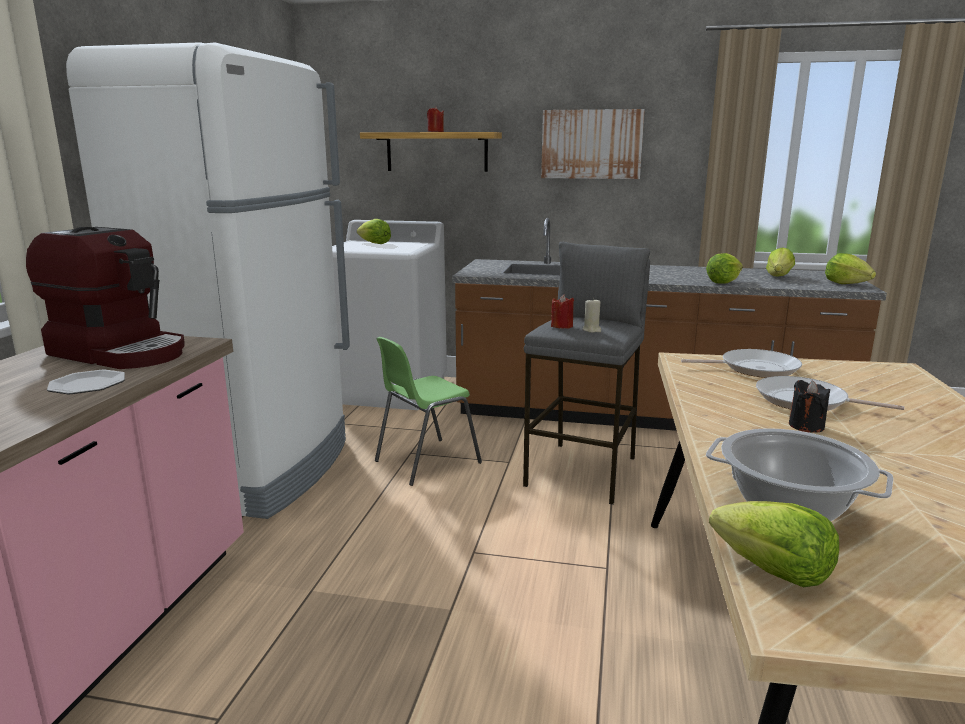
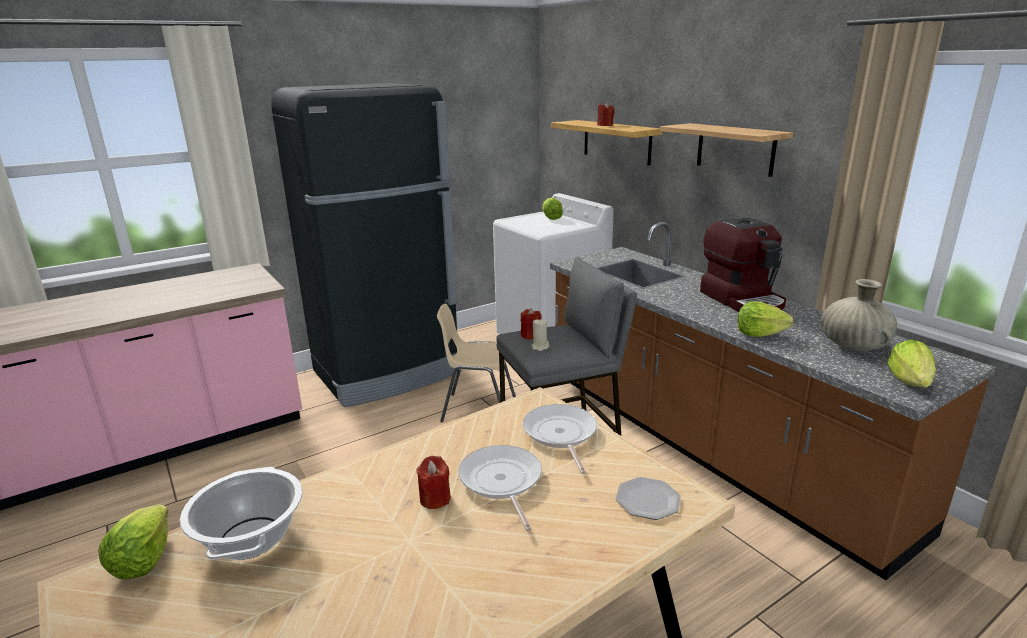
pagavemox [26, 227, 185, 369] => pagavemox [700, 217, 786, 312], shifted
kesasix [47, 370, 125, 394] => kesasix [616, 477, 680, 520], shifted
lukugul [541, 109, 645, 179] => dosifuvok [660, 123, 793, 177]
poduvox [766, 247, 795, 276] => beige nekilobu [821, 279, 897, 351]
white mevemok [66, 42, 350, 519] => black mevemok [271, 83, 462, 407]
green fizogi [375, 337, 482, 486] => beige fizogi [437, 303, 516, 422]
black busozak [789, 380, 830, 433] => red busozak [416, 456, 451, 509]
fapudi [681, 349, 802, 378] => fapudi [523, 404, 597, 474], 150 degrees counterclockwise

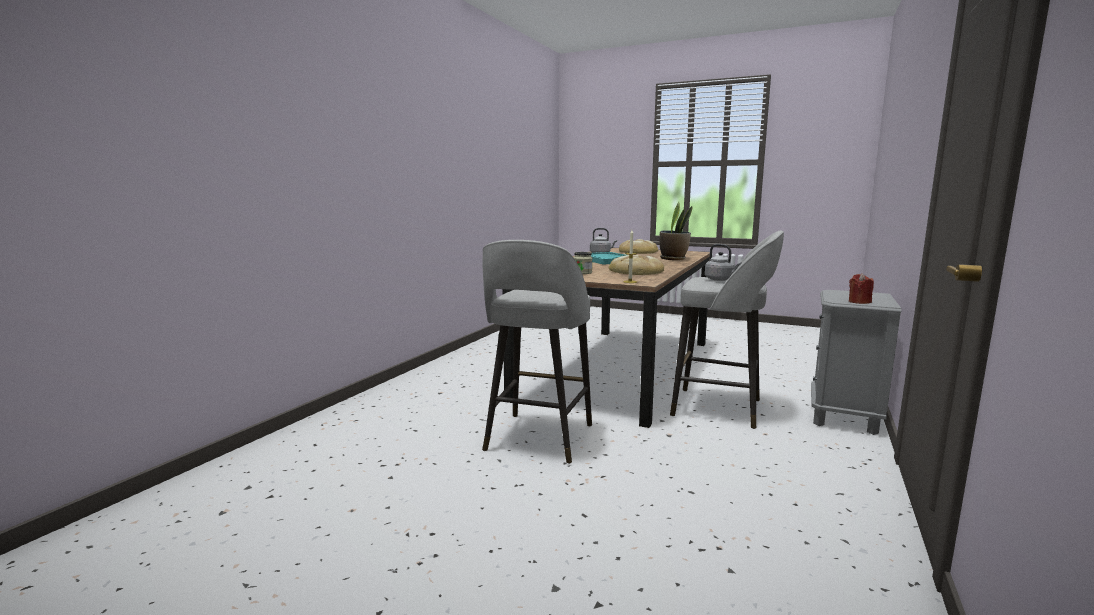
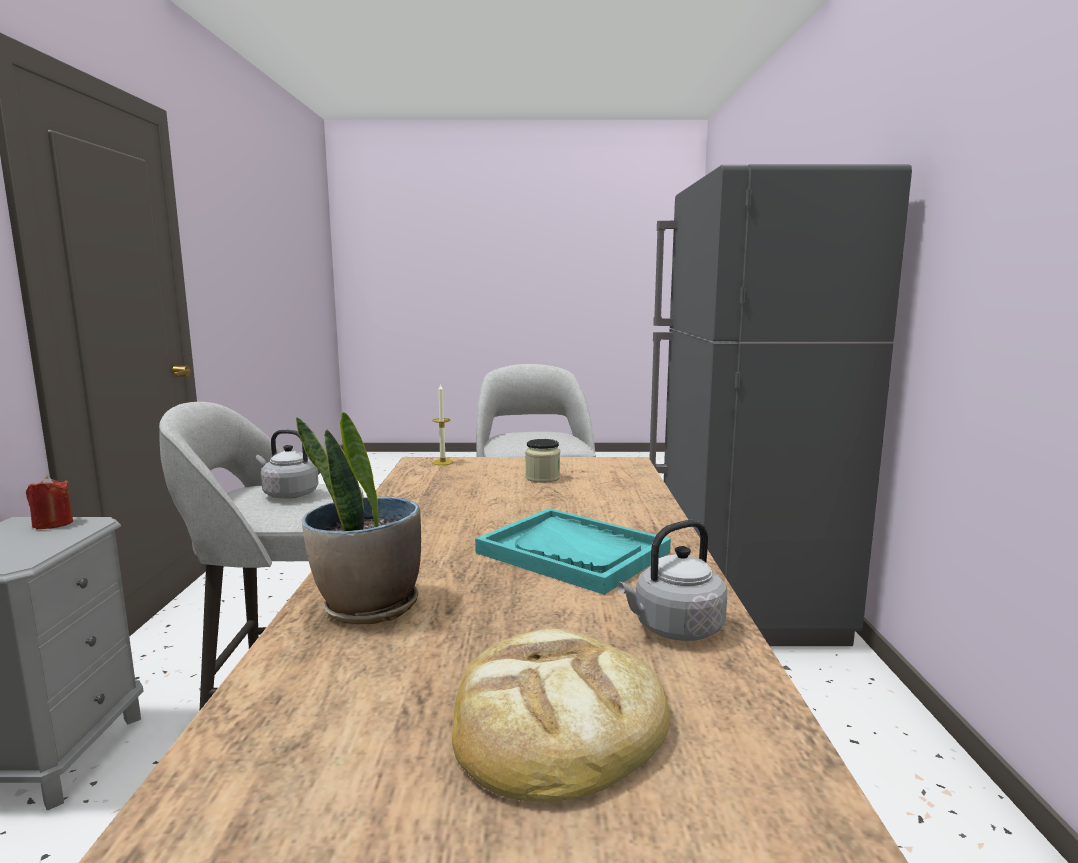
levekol [609, 255, 664, 275] => nothing
nothing => grey mevemok [649, 164, 912, 646]

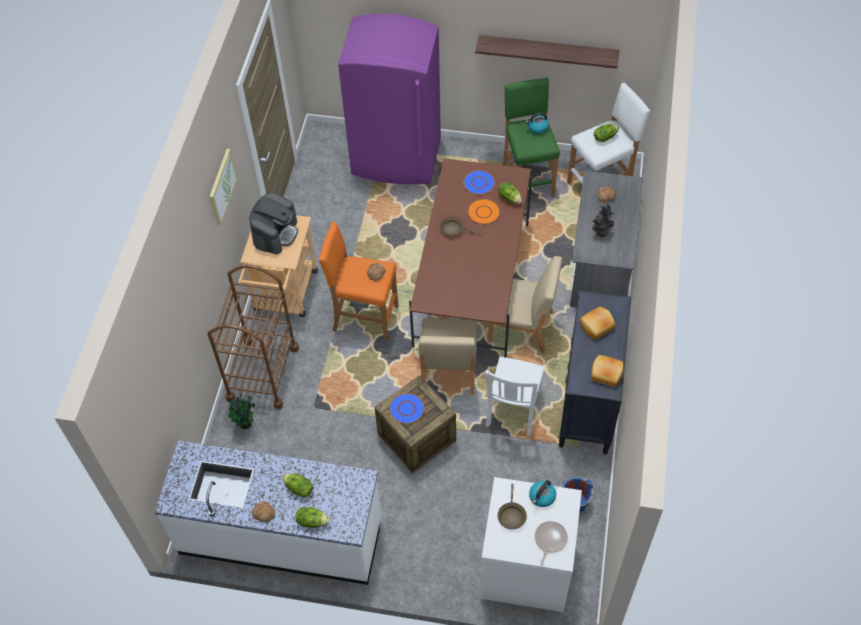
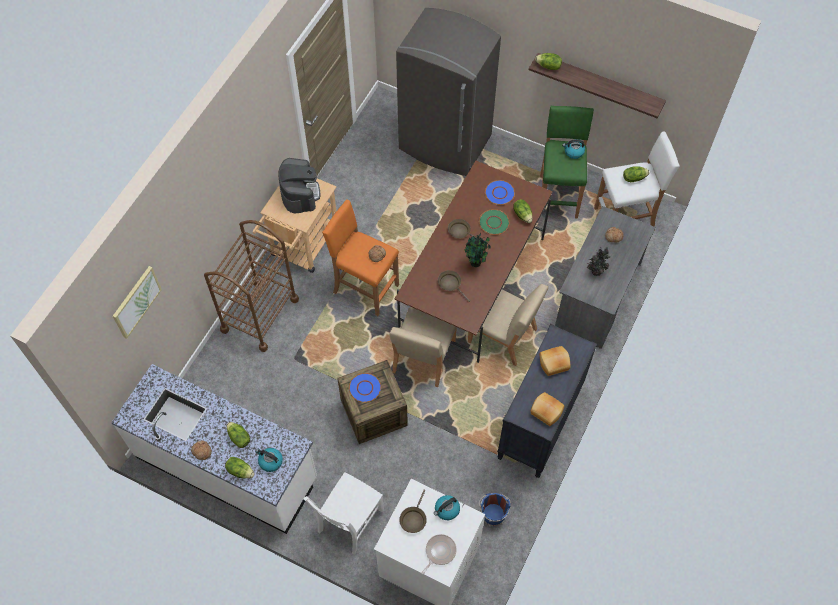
nothing => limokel [255, 448, 283, 472]
nothing => brown fapudi [438, 270, 470, 302]
nothing => poduvox [535, 53, 562, 70]
lukugul [209, 149, 237, 226] => lukugul [113, 266, 162, 339], shifted
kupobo [228, 394, 255, 429] => kupobo [465, 233, 491, 267], shifted
white fizogi [485, 357, 544, 436] => white fizogi [303, 472, 384, 554], shifted
purple mevemok [338, 14, 441, 184] => grey mevemok [396, 8, 501, 176]
orange kesasix [468, 199, 500, 224] => green kesasix [479, 209, 509, 235]
pagavemox [249, 192, 298, 254] => pagavemox [278, 158, 320, 213], 45 degrees counterclockwise

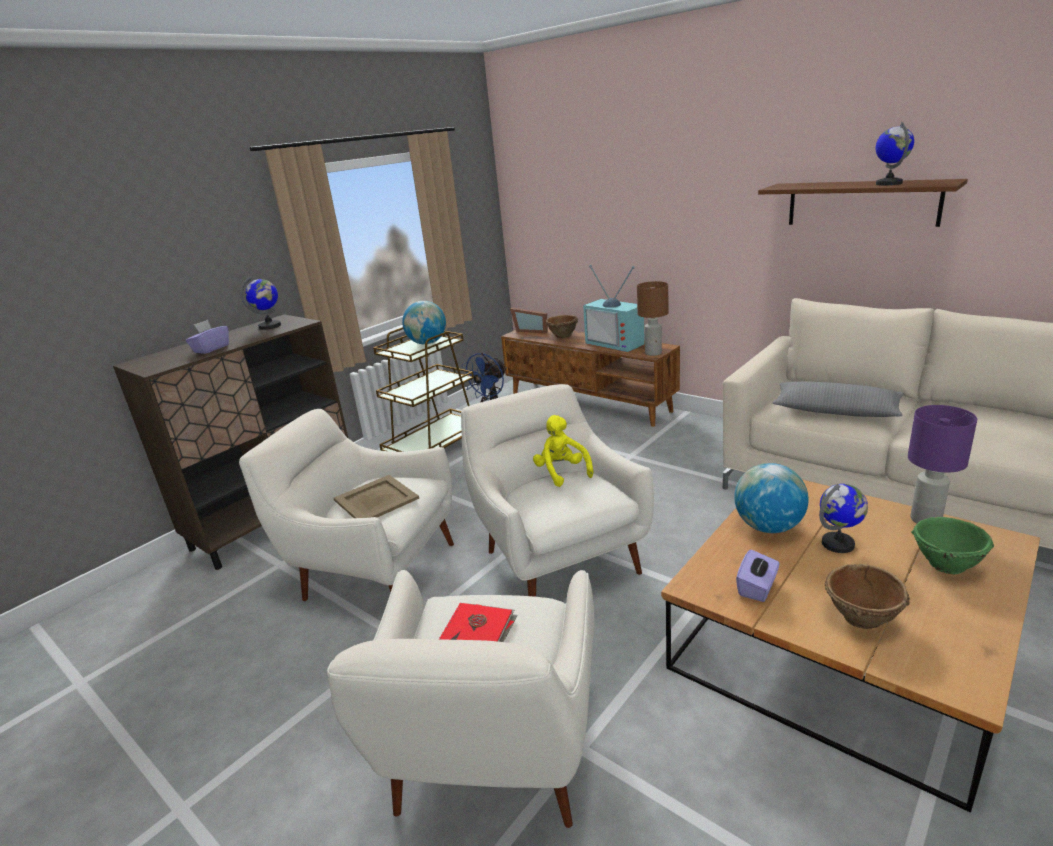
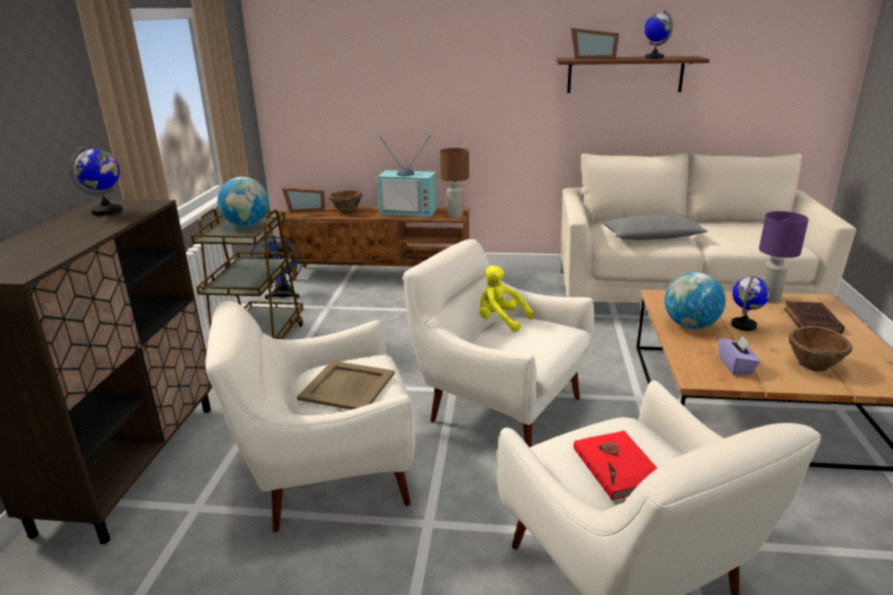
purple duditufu [186, 320, 229, 354] => nothing
nothing => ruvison [571, 28, 619, 59]
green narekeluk [911, 517, 994, 574] => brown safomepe [783, 301, 845, 334]

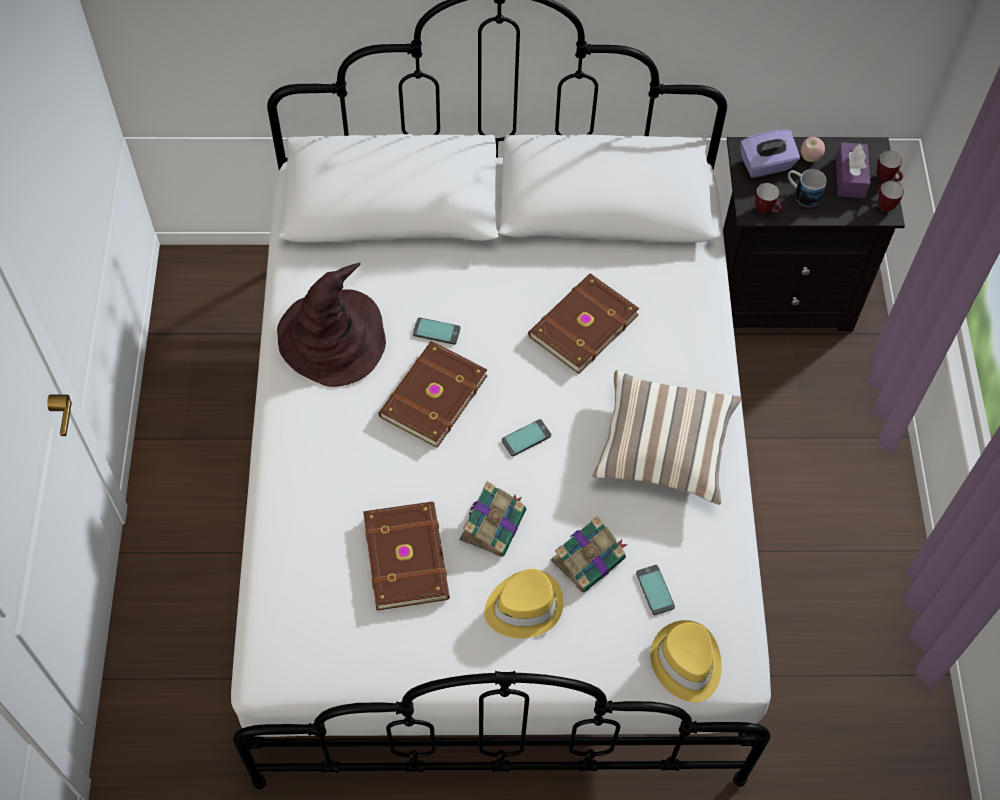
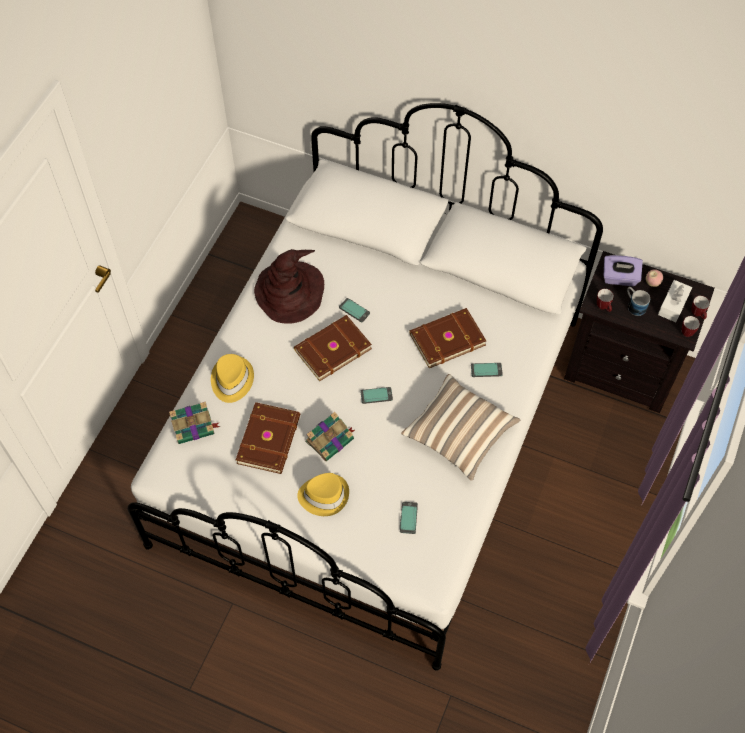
nothing => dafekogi [471, 363, 503, 377]
safomepe [551, 516, 627, 593] => safomepe [169, 401, 220, 444], shifted
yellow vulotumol [650, 620, 722, 702] => yellow vulotumol [211, 354, 254, 403], shifted
purple duditufu [836, 142, 870, 198] => white duditufu [658, 280, 692, 322]

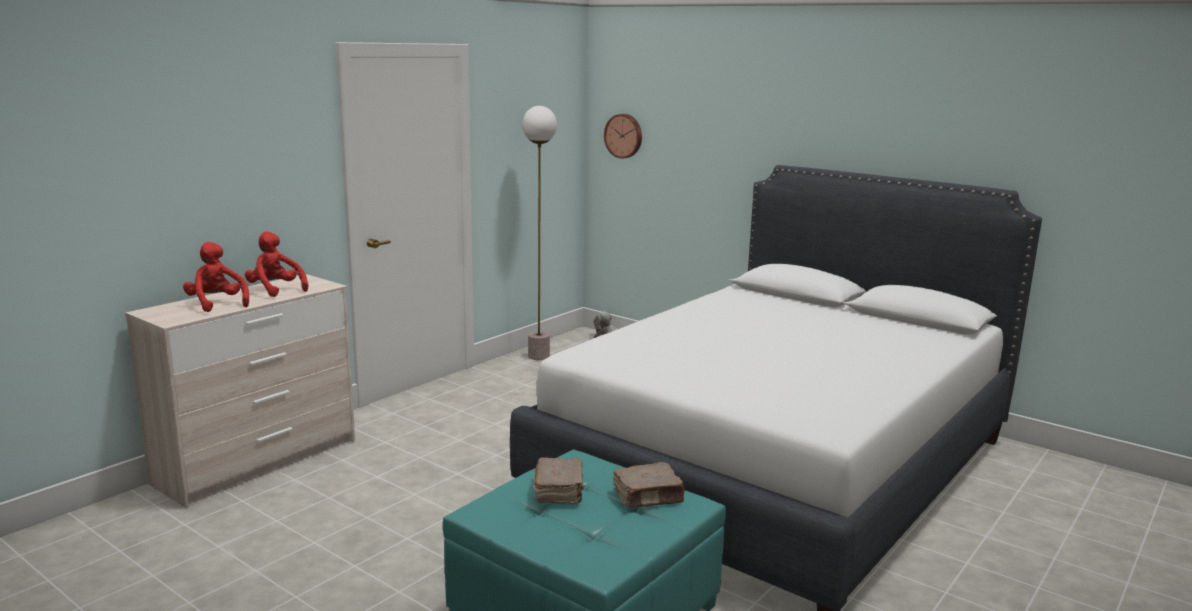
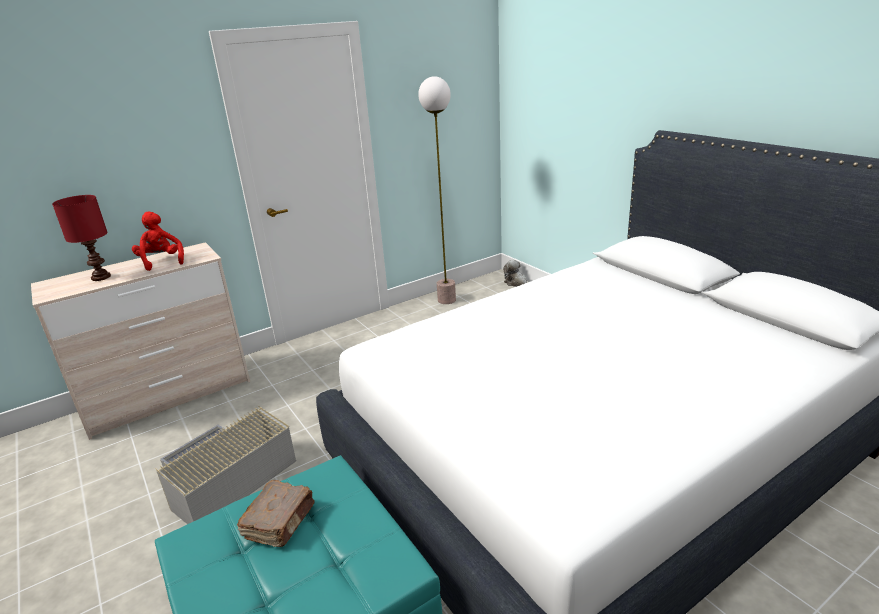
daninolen [604, 114, 642, 159] => nothing
brown safomepe [613, 462, 686, 508] => nothing
nothing => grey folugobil [155, 406, 296, 524]
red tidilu [183, 242, 249, 312] => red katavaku [52, 195, 111, 281]

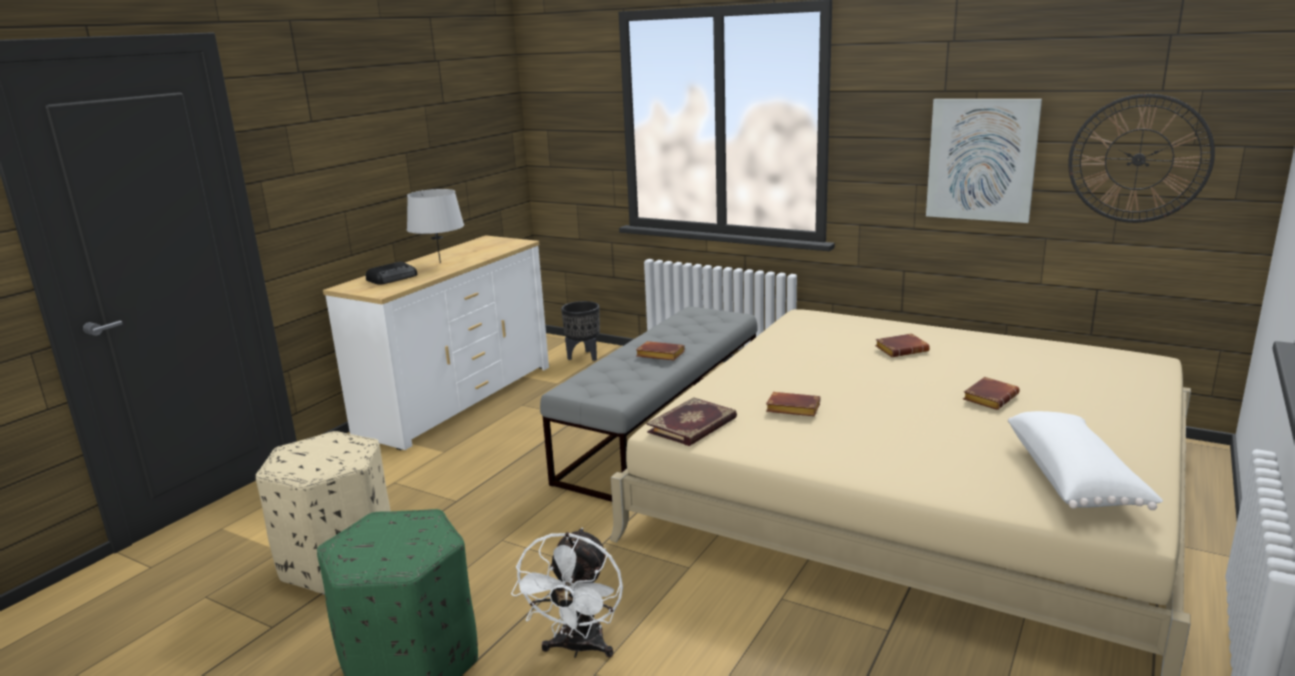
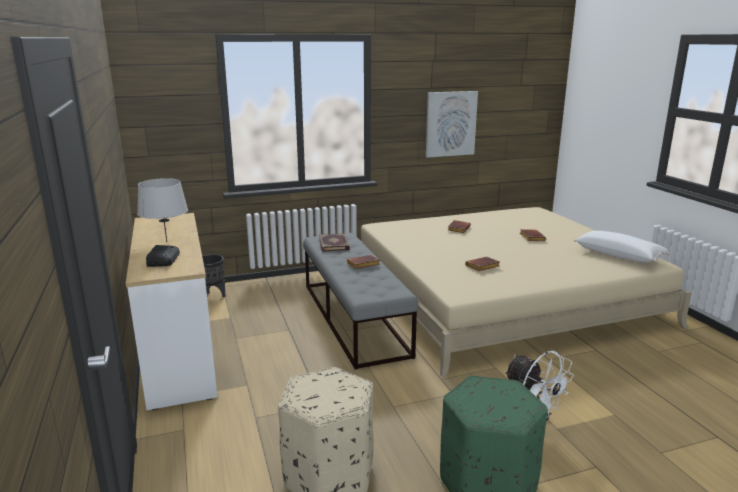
daninolen [1068, 94, 1215, 223] => nothing
safomepe [647, 397, 737, 446] => safomepe [319, 234, 350, 252], shifted

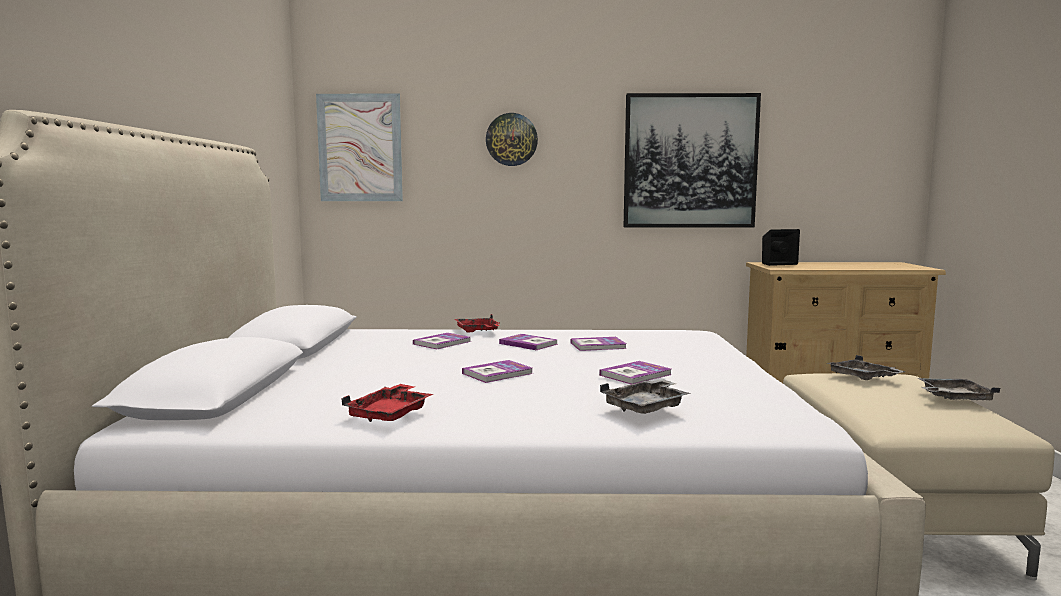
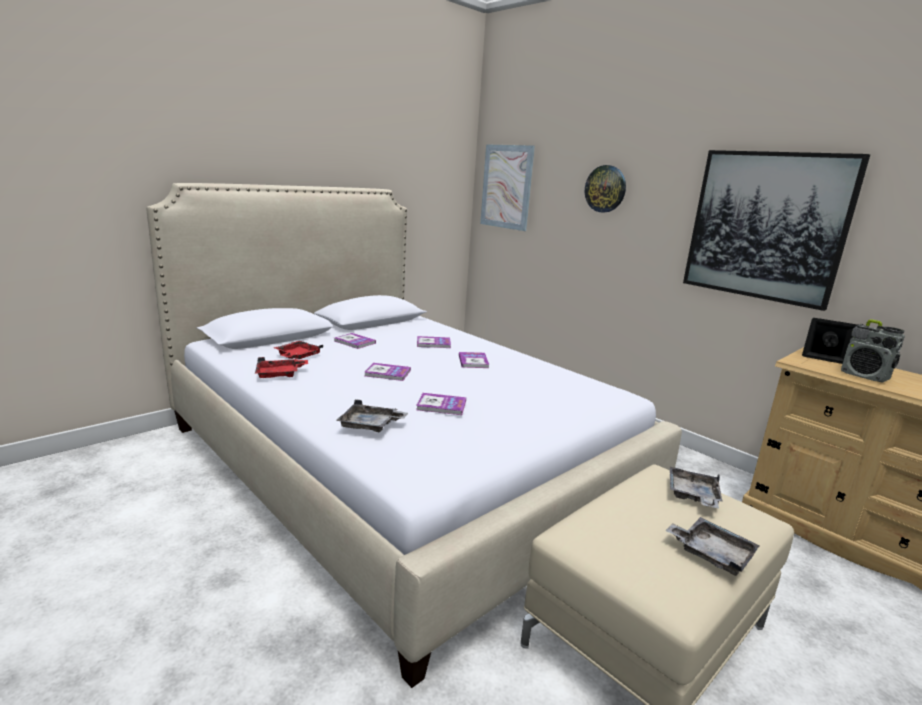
nothing => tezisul [841, 319, 905, 383]
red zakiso [455, 314, 500, 333] => red zakiso [274, 341, 324, 359], shifted
safomepe [571, 337, 627, 351] => safomepe [334, 333, 376, 349], shifted

